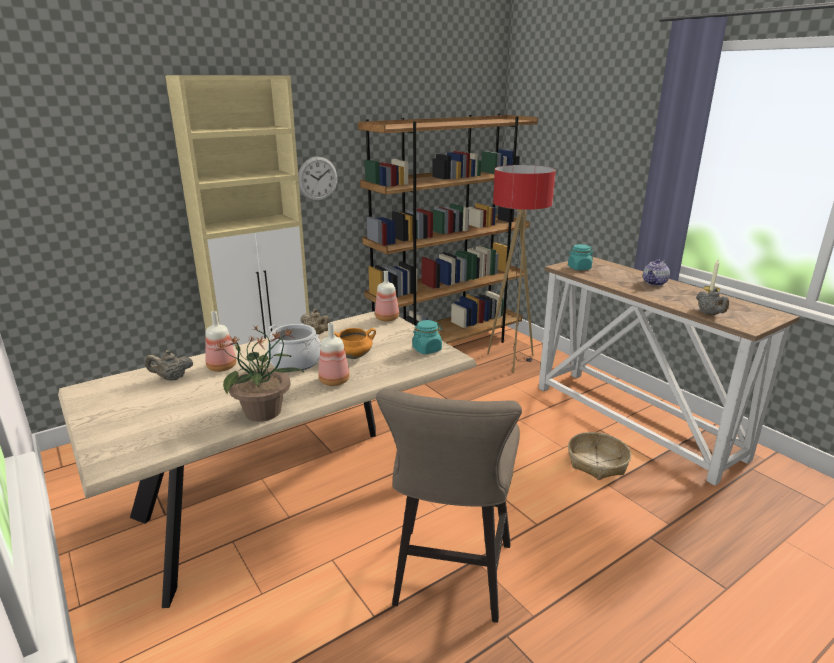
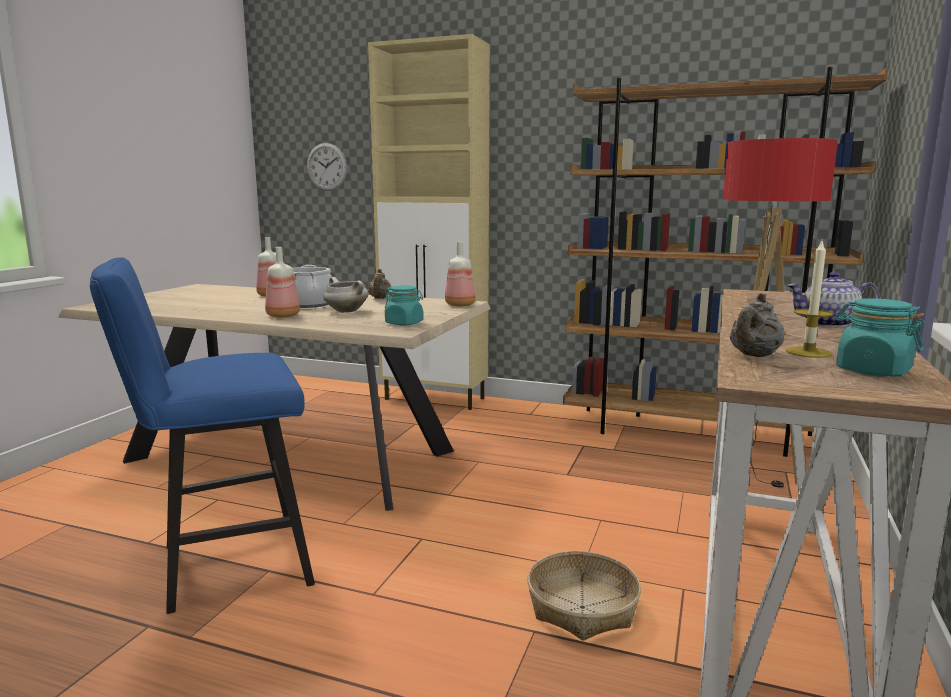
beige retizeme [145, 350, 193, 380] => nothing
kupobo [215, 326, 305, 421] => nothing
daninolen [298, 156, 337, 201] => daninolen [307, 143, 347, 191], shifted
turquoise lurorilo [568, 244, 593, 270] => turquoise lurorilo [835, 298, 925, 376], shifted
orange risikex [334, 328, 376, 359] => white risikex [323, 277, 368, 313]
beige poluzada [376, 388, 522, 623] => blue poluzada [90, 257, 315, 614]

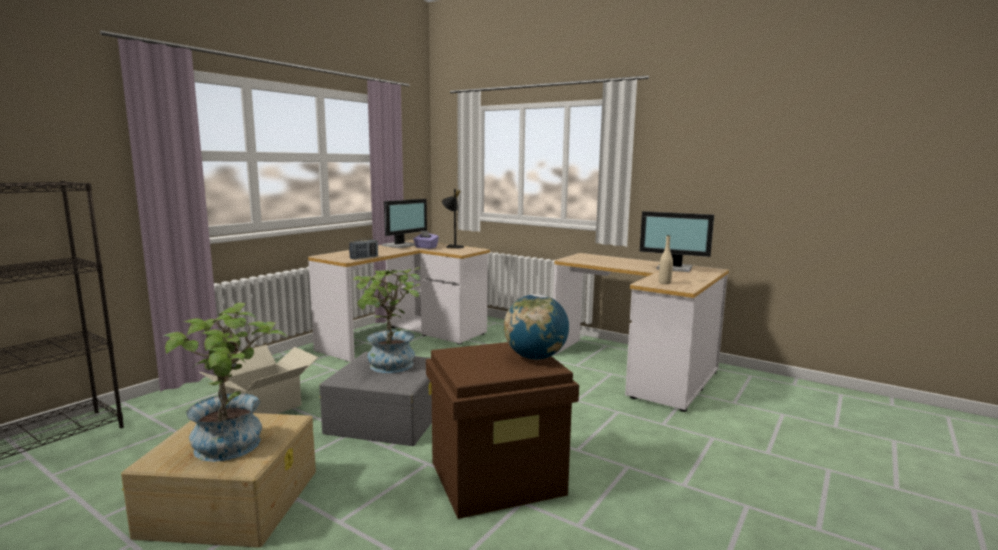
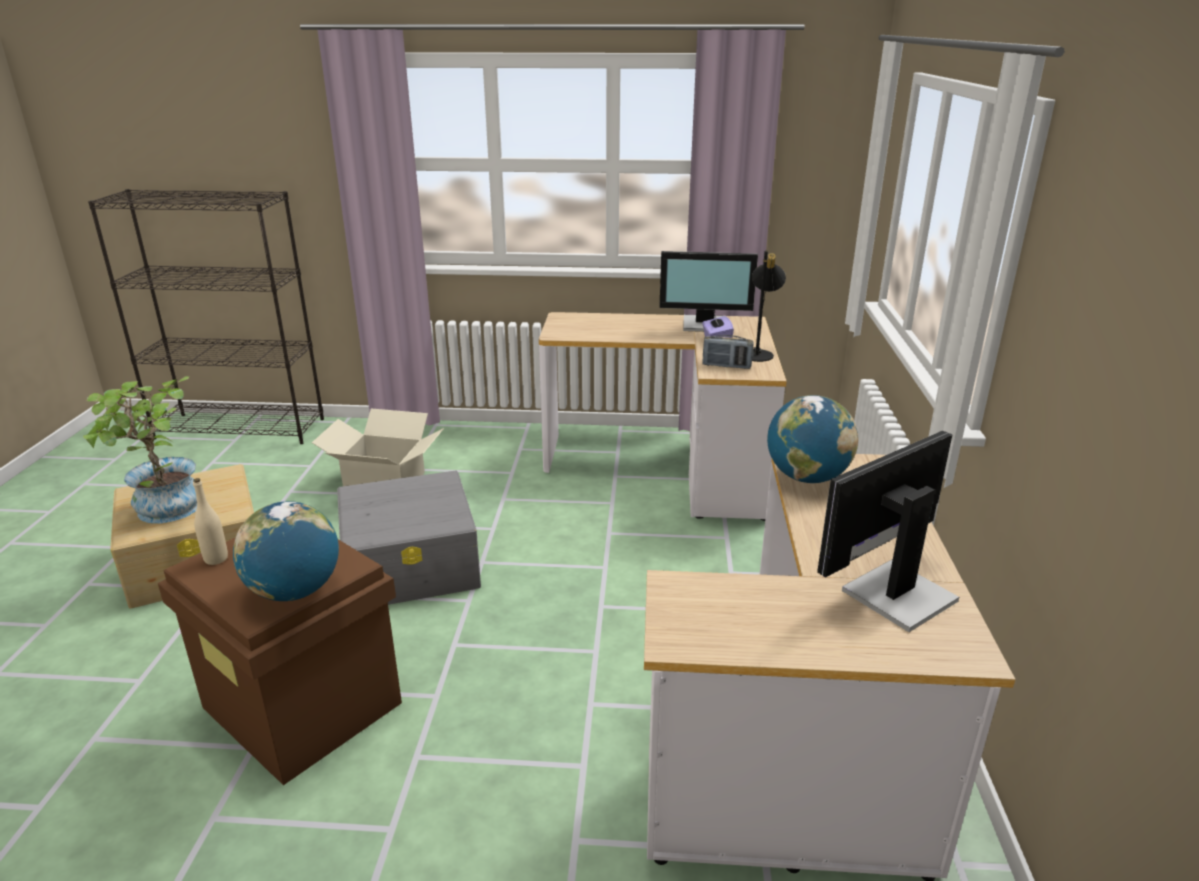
kupobo [353, 267, 421, 373] => nothing
nothing => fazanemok [767, 395, 858, 483]
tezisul [349, 238, 378, 259] => tezisul [702, 335, 754, 369], shifted
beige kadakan [659, 235, 673, 284] => beige kadakan [193, 478, 228, 565], shifted
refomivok [639, 211, 714, 272] => refomivok [817, 431, 959, 632], 60 degrees clockwise

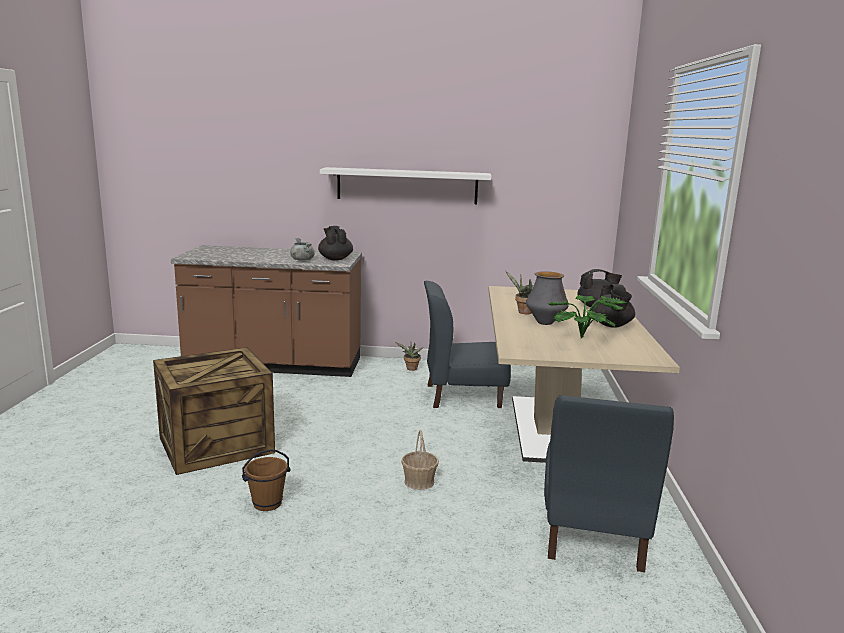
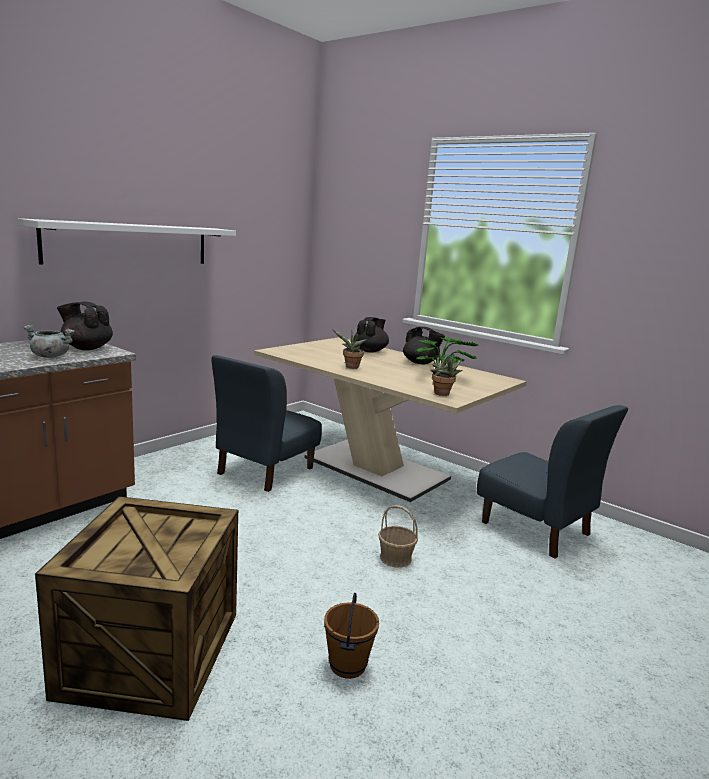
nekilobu [526, 271, 569, 325] => nothing
kupobo [396, 342, 424, 371] => kupobo [431, 353, 462, 396], shifted

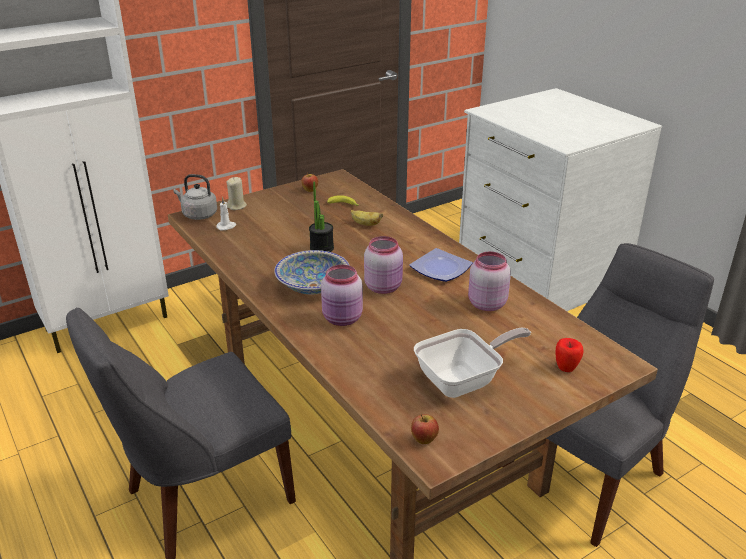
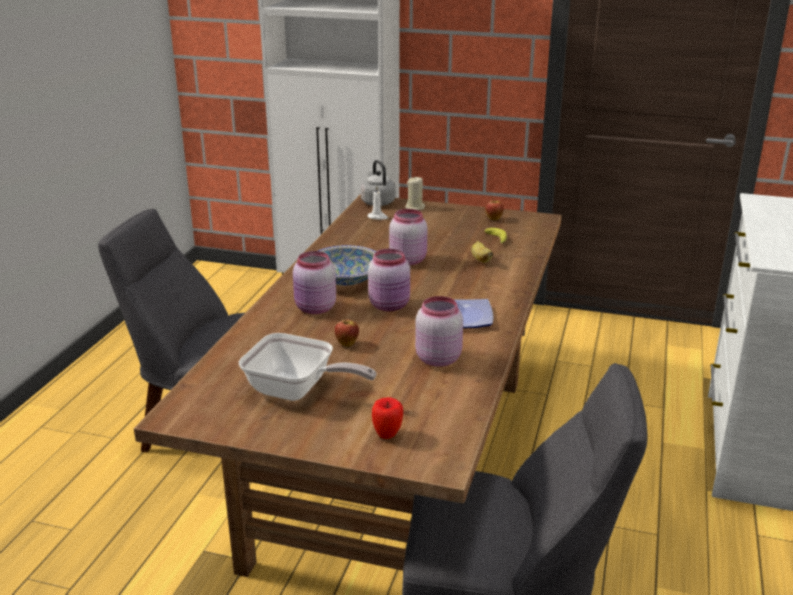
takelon [411, 414, 439, 444] => takelon [335, 316, 359, 347], shifted
kupobo [309, 182, 334, 252] => pink lurorilo [389, 209, 427, 265]

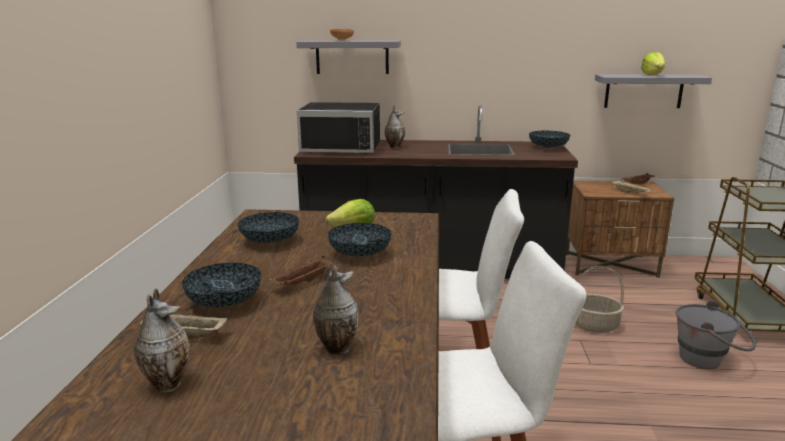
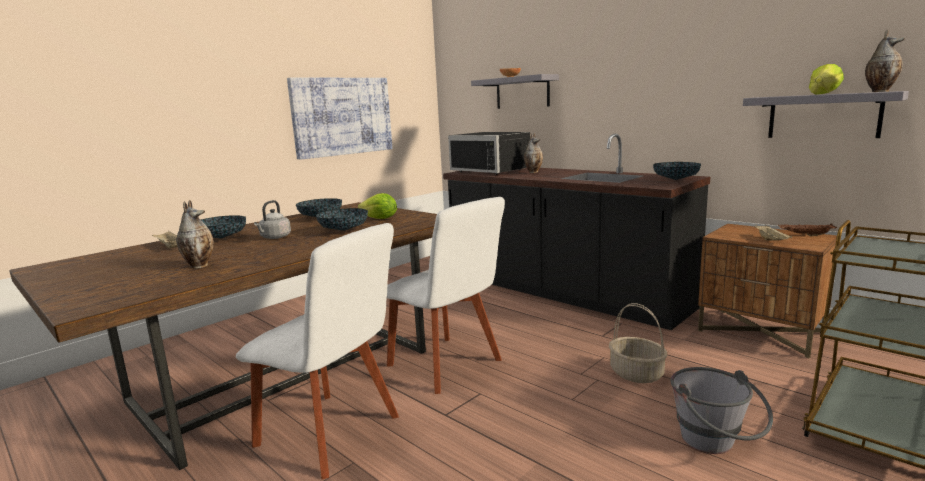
nothing => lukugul [287, 77, 392, 160]
nekilobu [134, 288, 191, 393] => nekilobu [865, 30, 905, 92], shifted
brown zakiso [267, 256, 334, 285] => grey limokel [254, 200, 291, 239]

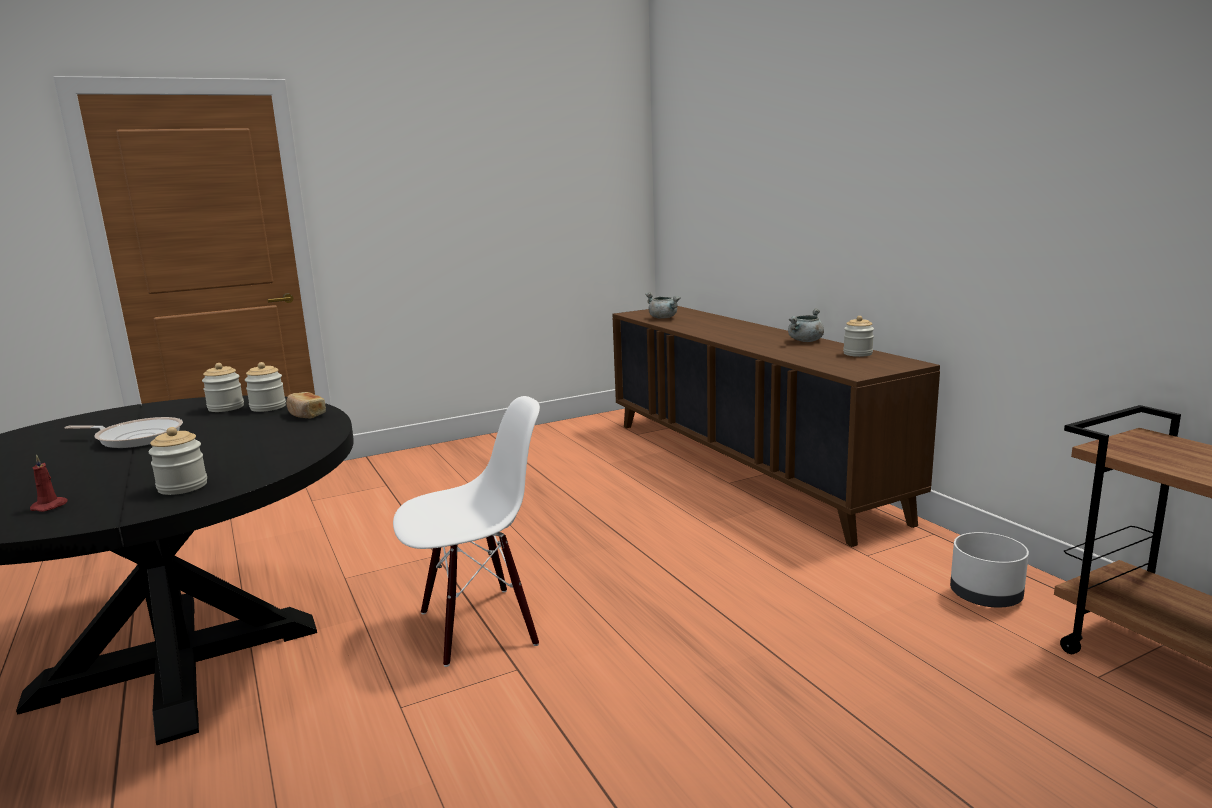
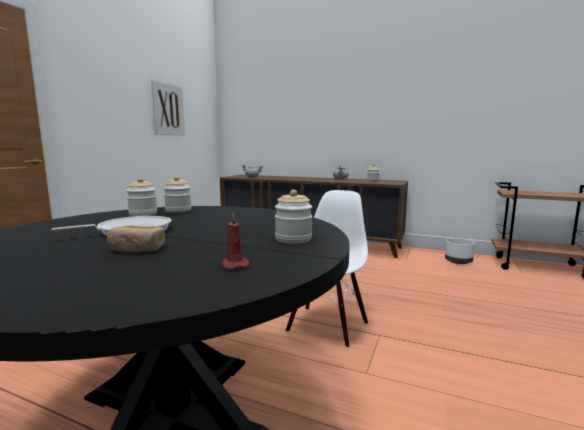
nothing => lukugul [151, 80, 185, 136]
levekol [286, 392, 326, 419] => levekol [107, 226, 165, 252], shifted

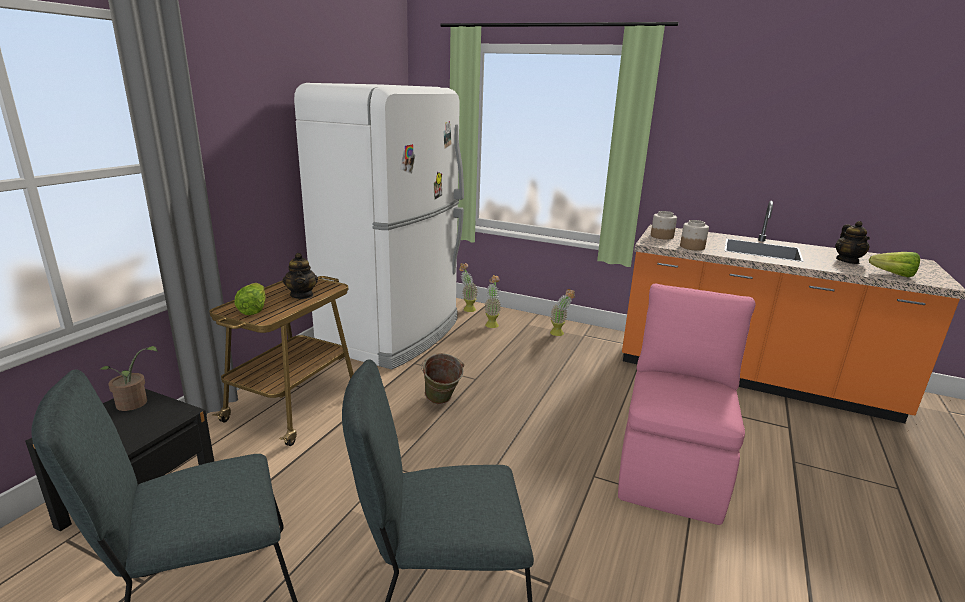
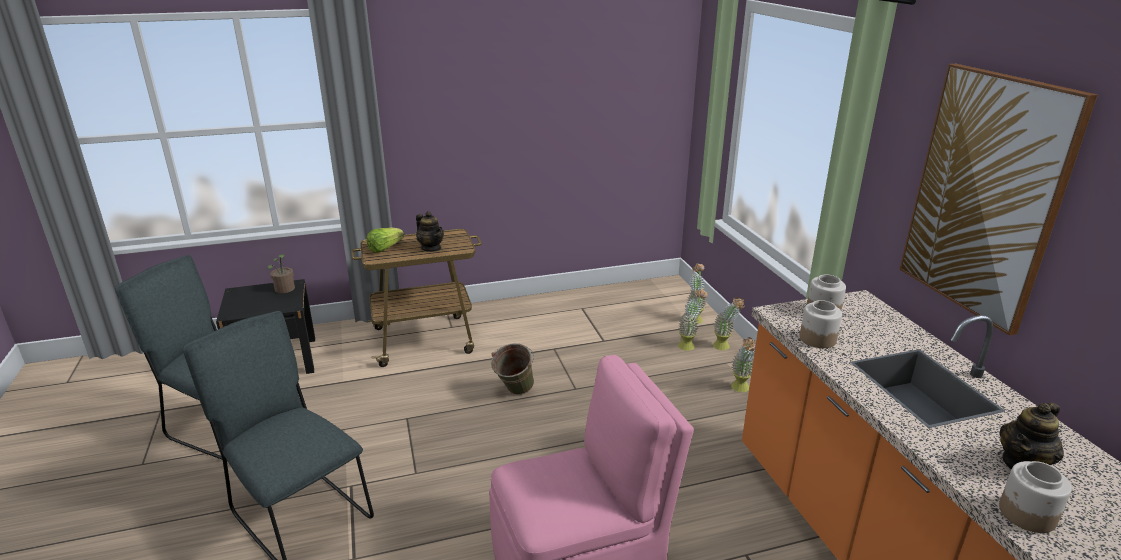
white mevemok [294, 83, 464, 370] => nothing
nothing => kupobo [713, 297, 744, 350]
nothing => lukugul [899, 64, 1098, 336]
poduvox [869, 252, 920, 277] => lurorilo [999, 461, 1072, 533]
retizeme [283, 253, 318, 299] => retizeme [416, 211, 444, 252], 75 degrees counterclockwise

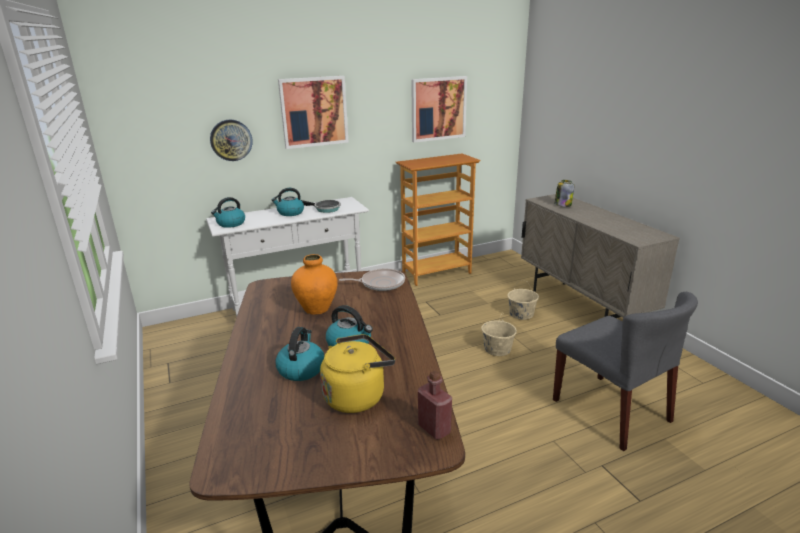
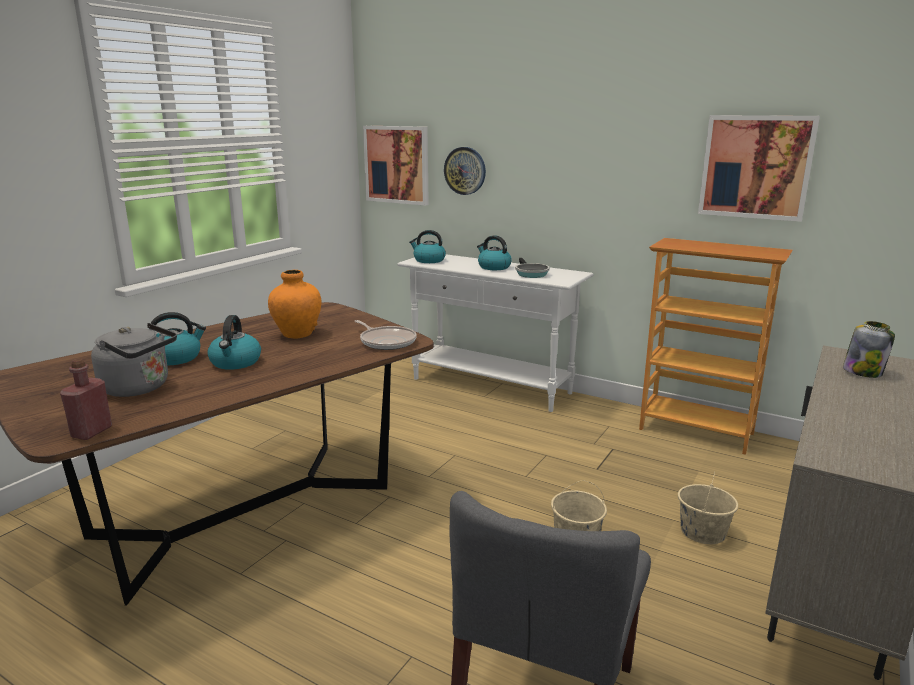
lukugul [278, 76, 349, 149] => lukugul [363, 126, 429, 206], shifted
yellow limokel [320, 334, 395, 413] => grey limokel [91, 323, 177, 397]

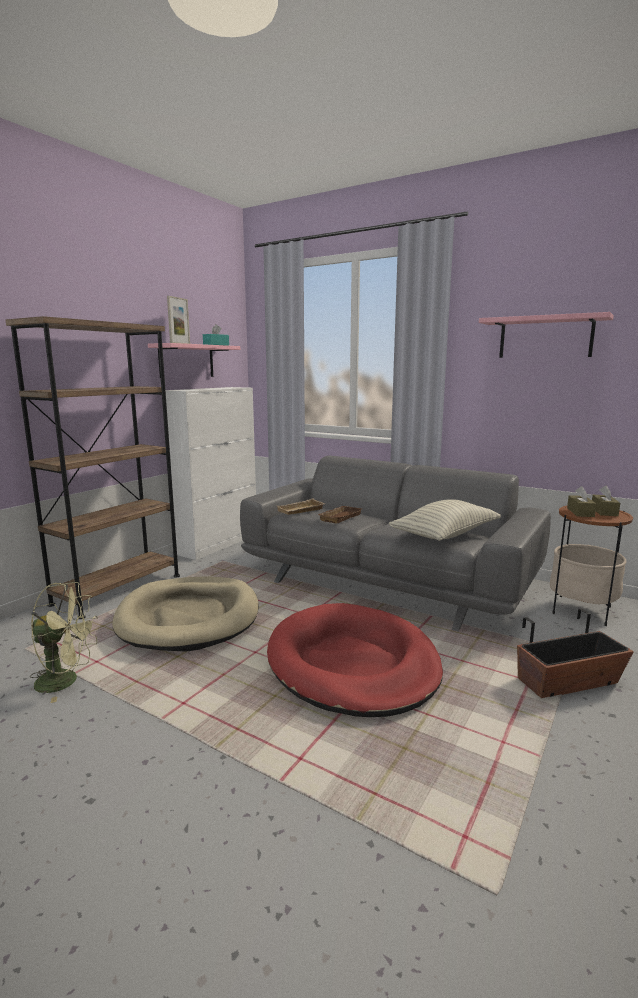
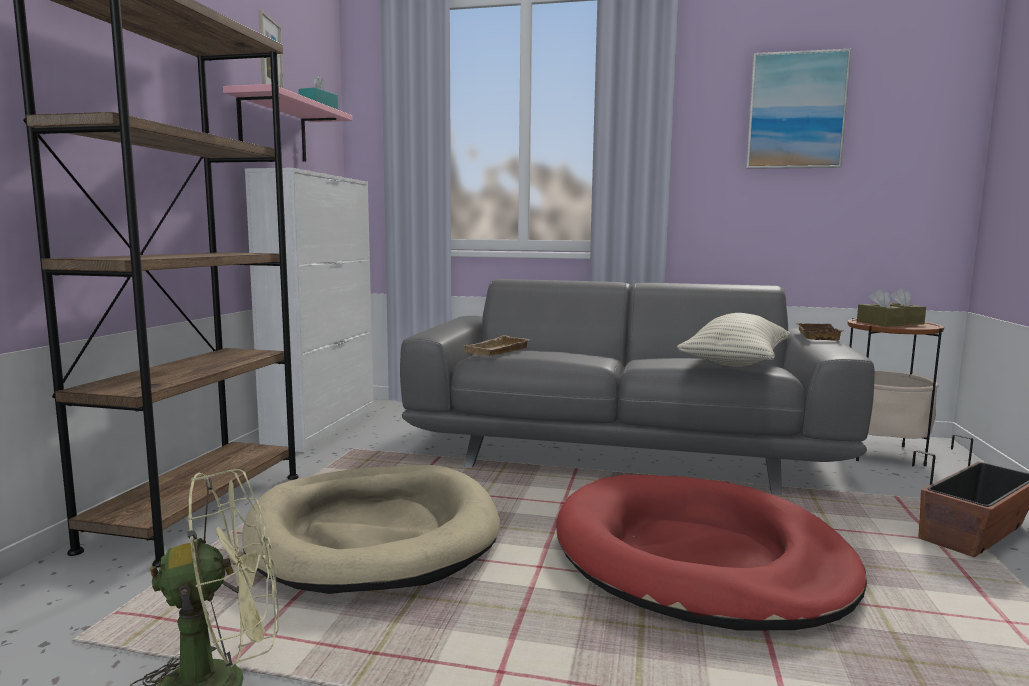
brown zakiso [317, 506, 362, 524] => brown zakiso [795, 323, 844, 340], shifted
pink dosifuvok [479, 312, 614, 358] => lukugul [746, 49, 851, 169]

